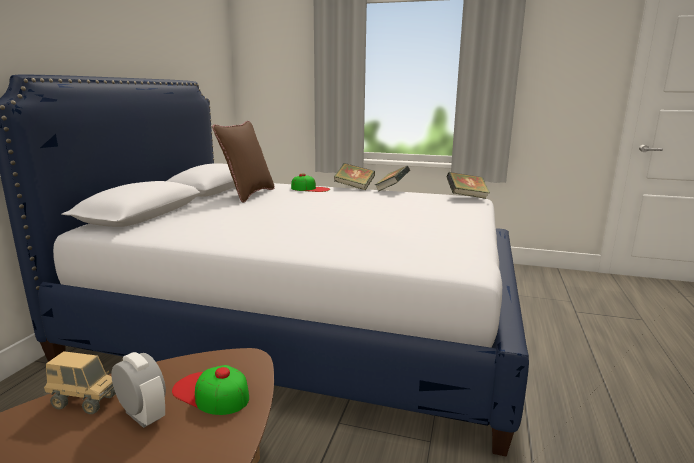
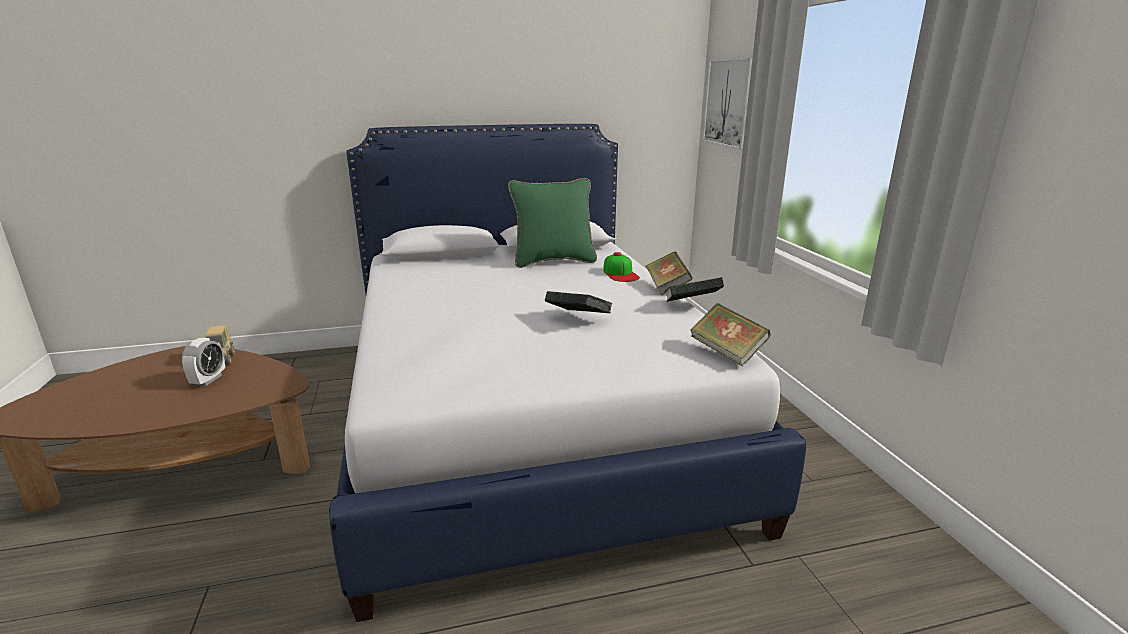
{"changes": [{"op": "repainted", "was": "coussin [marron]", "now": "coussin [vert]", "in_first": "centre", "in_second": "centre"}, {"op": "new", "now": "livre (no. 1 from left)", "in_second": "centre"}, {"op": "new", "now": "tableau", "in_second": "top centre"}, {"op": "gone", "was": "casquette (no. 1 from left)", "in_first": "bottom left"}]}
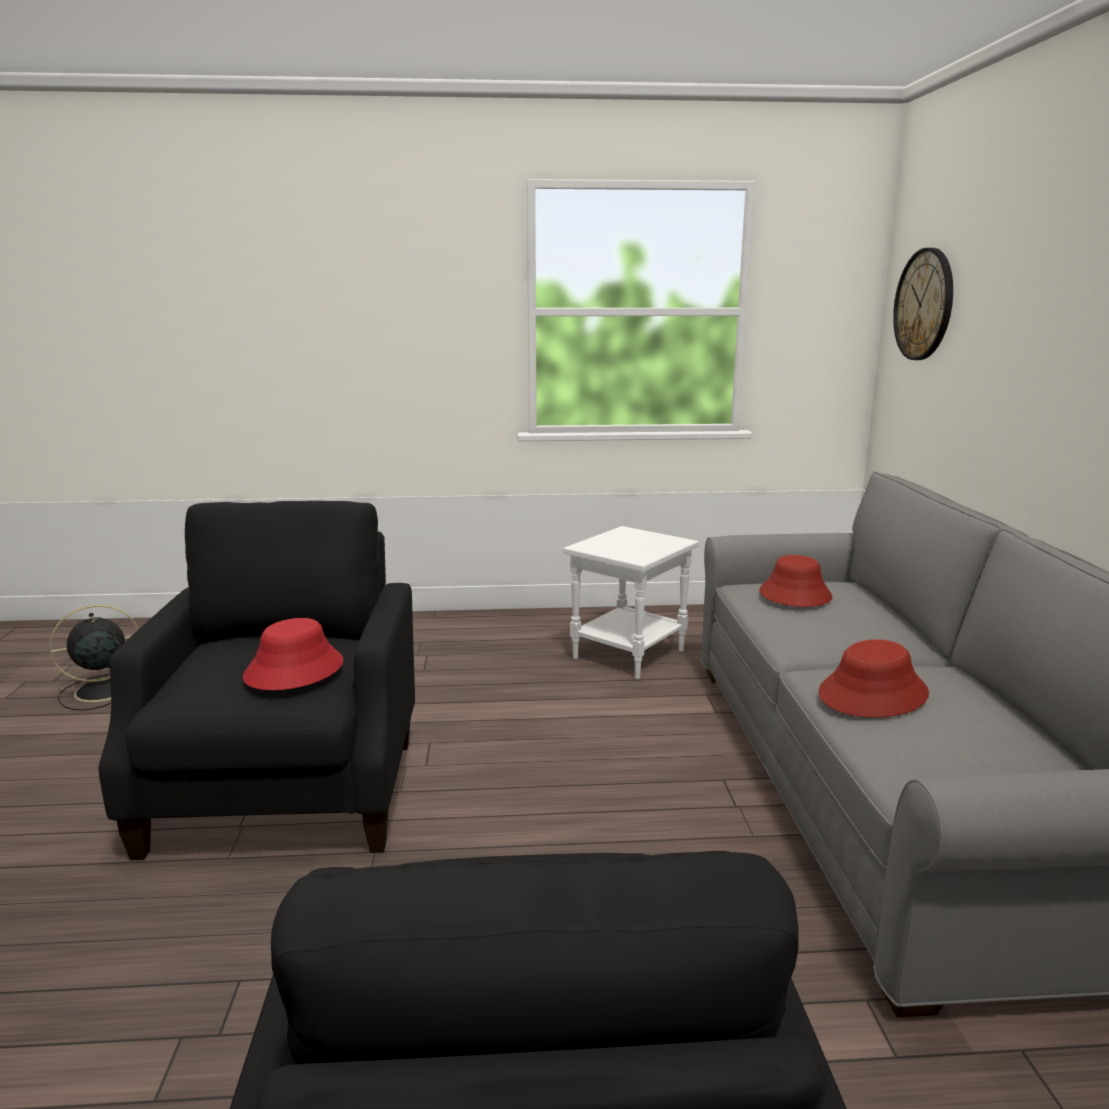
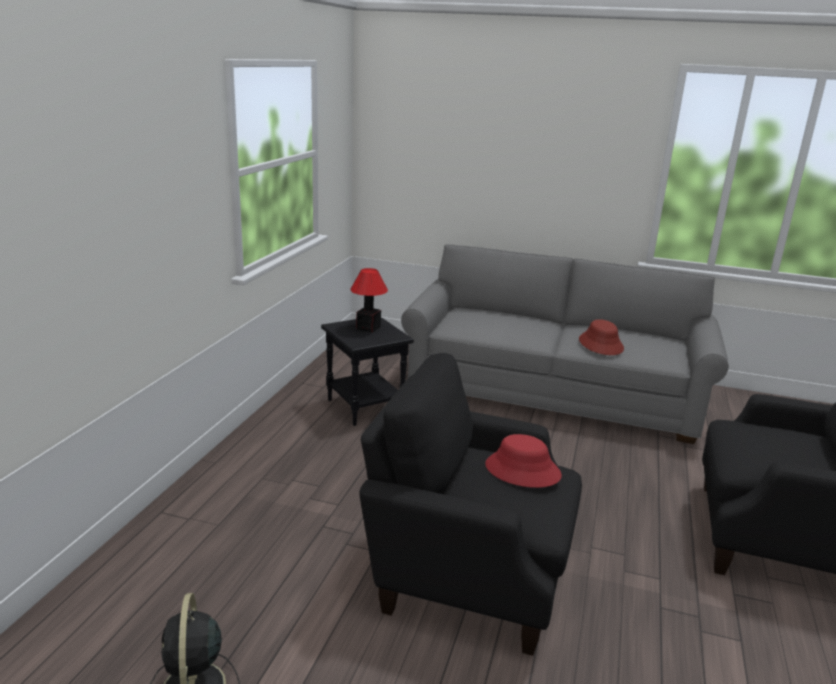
{"changes": [{"op": "repainted", "was": "table d'appoint [blanc]", "now": "table d'appoint [noir]", "in_first": "centre", "in_second": "centre"}, {"op": "new", "now": "lampe de table", "in_second": "centre"}, {"op": "gone", "was": "chapeau [rouge] (no. 2 from left)", "in_first": "middle right"}, {"op": "gone", "was": "horloge murale", "in_first": "top right"}]}
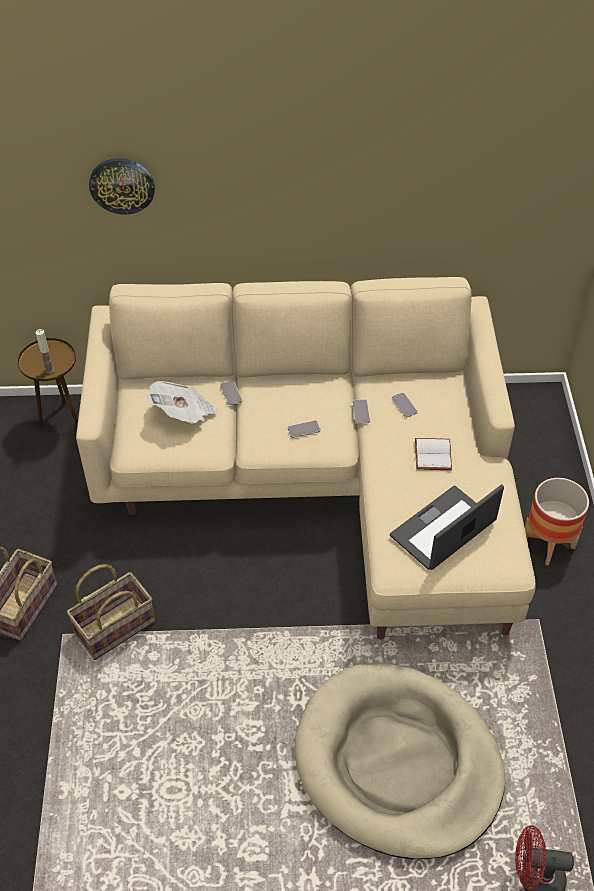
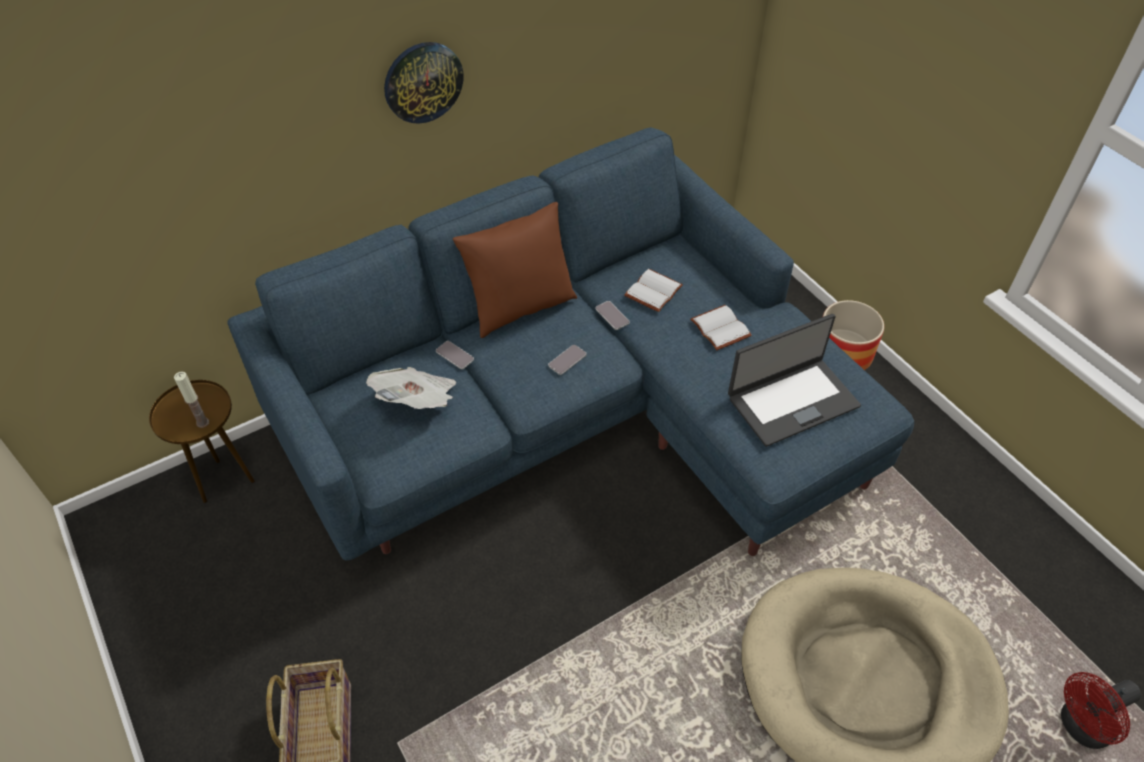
{"changes": [{"op": "repainted", "was": "canapé [beige]", "now": "canapé [bleu]", "in_first": "centre", "in_second": "centre"}, {"op": "shifted", "was": "horloge murale", "in_first": "top left", "in_second": "top centre"}, {"op": "new", "now": "coussin [marron]", "in_second": "centre"}, {"op": "swapped", "was": "téléphone (no. 4 from left)", "now": "livre [blanc] (no. 1 from left)", "in_first": "middle right", "in_second": "centre"}, {"op": "rotated", "was": "ordinateur portable", "in_first": "middle right", "in_second": "middle right", "clockwise": -135}, {"op": "gone", "was": "panier (no. 2 from left)", "in_first": "bottom left"}]}
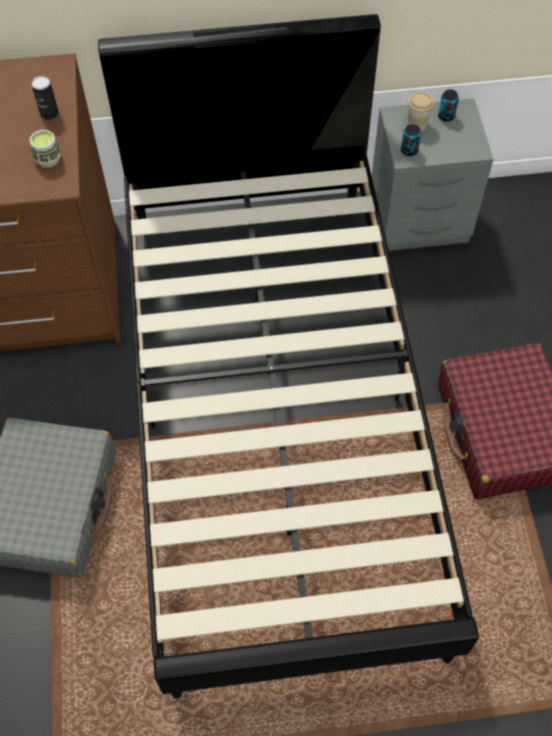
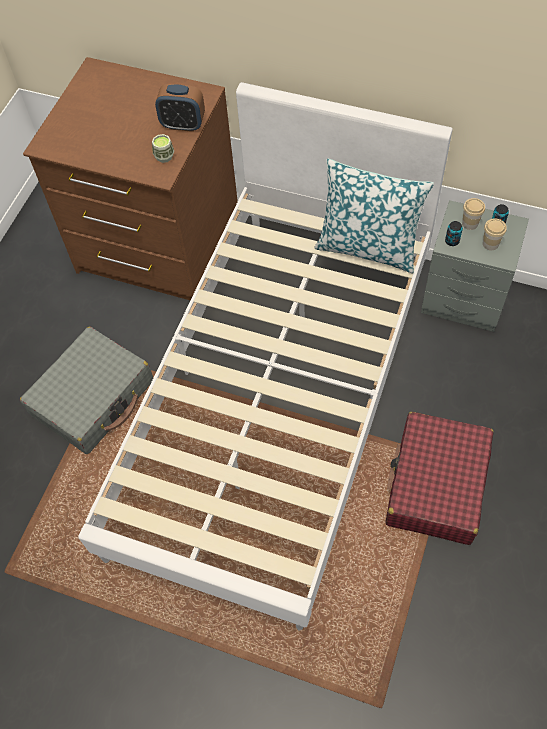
{"changes": [{"op": "repainted", "was": "lit [noir]", "now": "lit [blanc]", "in_first": "centre", "in_second": "centre"}, {"op": "swapped", "was": "boîte métallique (no. 1 from left)", "now": "réveil", "in_first": "top left", "in_second": "top left"}, {"op": "new", "now": "coussin", "in_second": "top right"}, {"op": "new", "now": "tasse (no. 3 from left)", "in_second": "top right"}]}
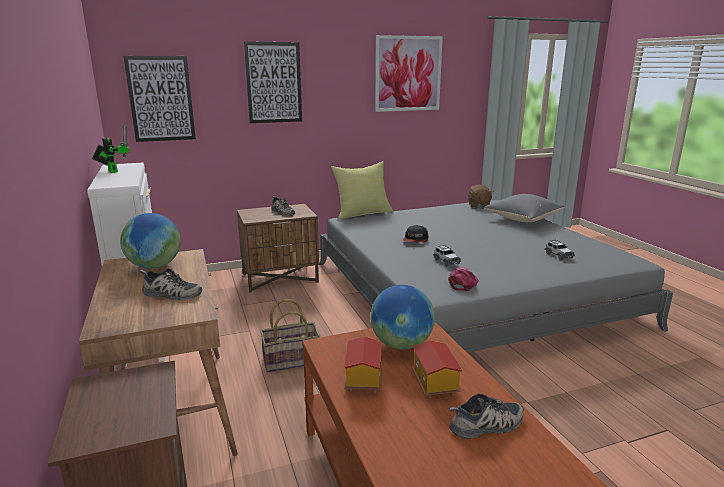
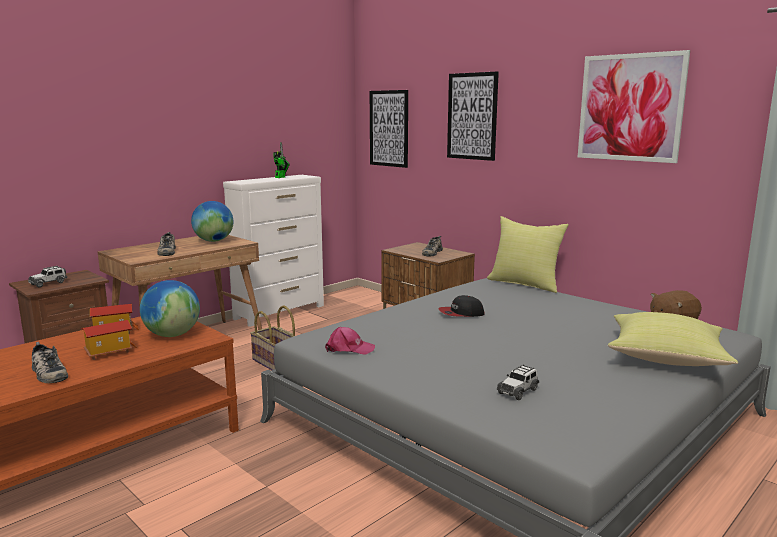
{"changes": [{"op": "shifted", "was": "petite voiture (no. 1 from left)", "in_first": "centre", "in_second": "middle left"}, {"op": "repainted", "was": "coussin [gris]", "now": "coussin [jaune] (no. 2 from left)", "in_first": "middle right", "in_second": "middle right"}]}
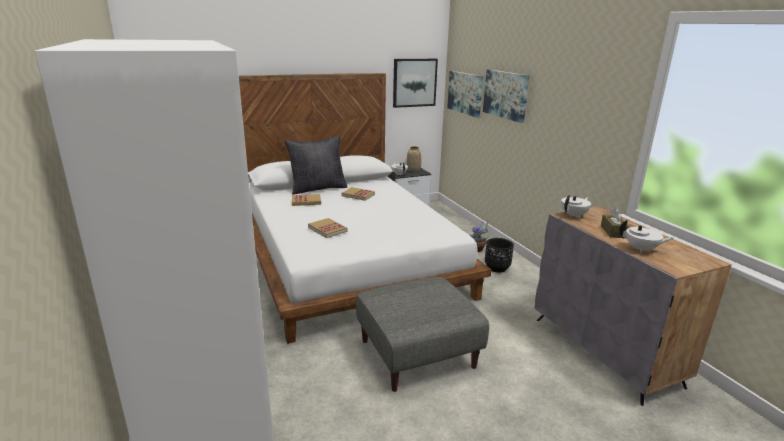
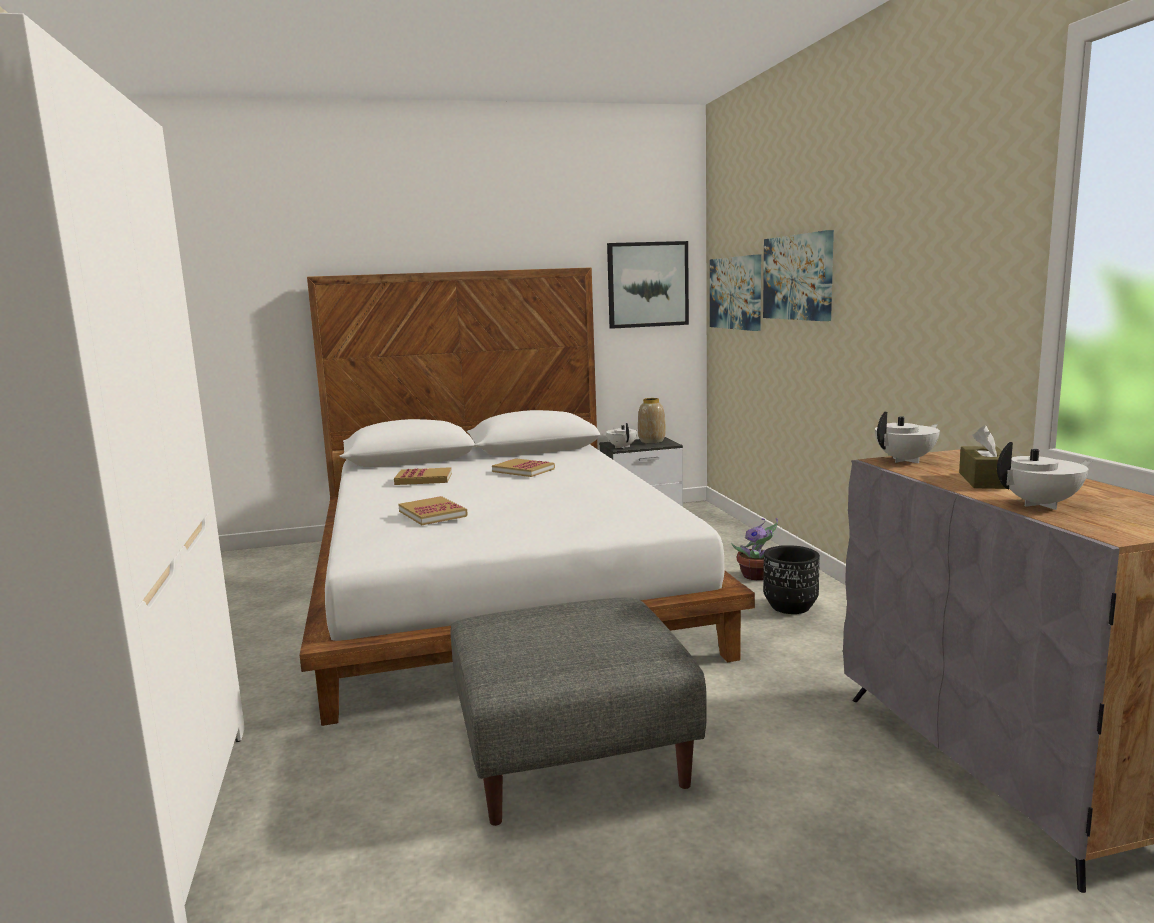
{"changes": [{"op": "rotated", "was": "théière [blanc] (no. 3 from left)", "in_first": "middle right", "in_second": "middle right", "clockwise": -45}, {"op": "gone", "was": "coussin [noir]", "in_first": "centre"}]}
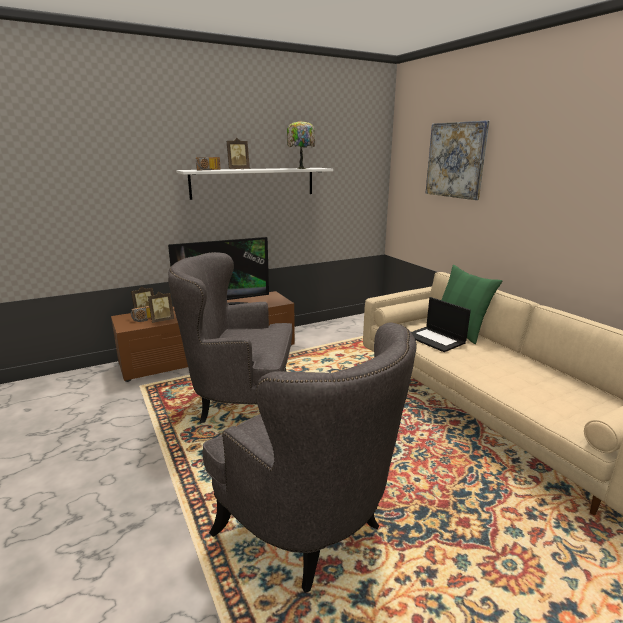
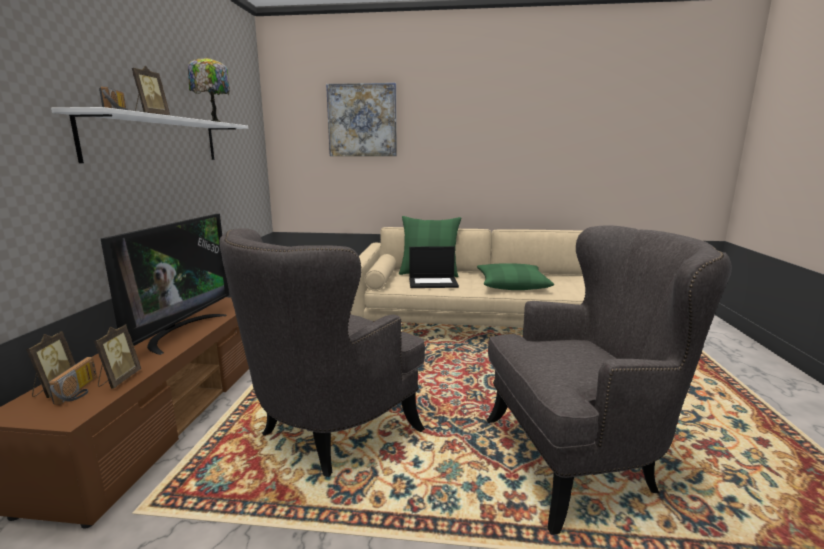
{"changes": [{"op": "new", "now": "coussin [vert] (no. 2 from left)", "in_second": "centre"}]}
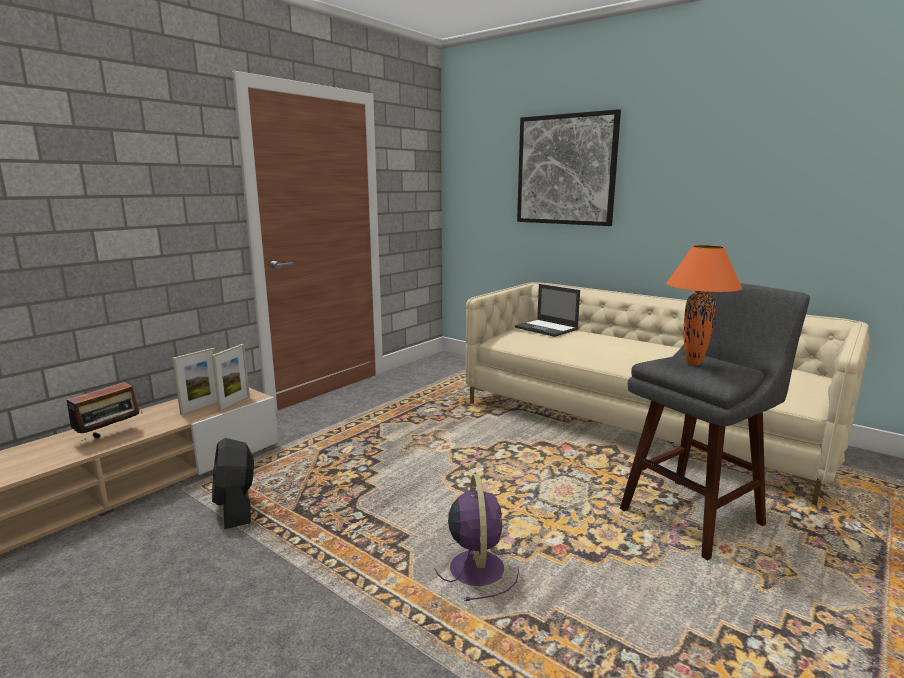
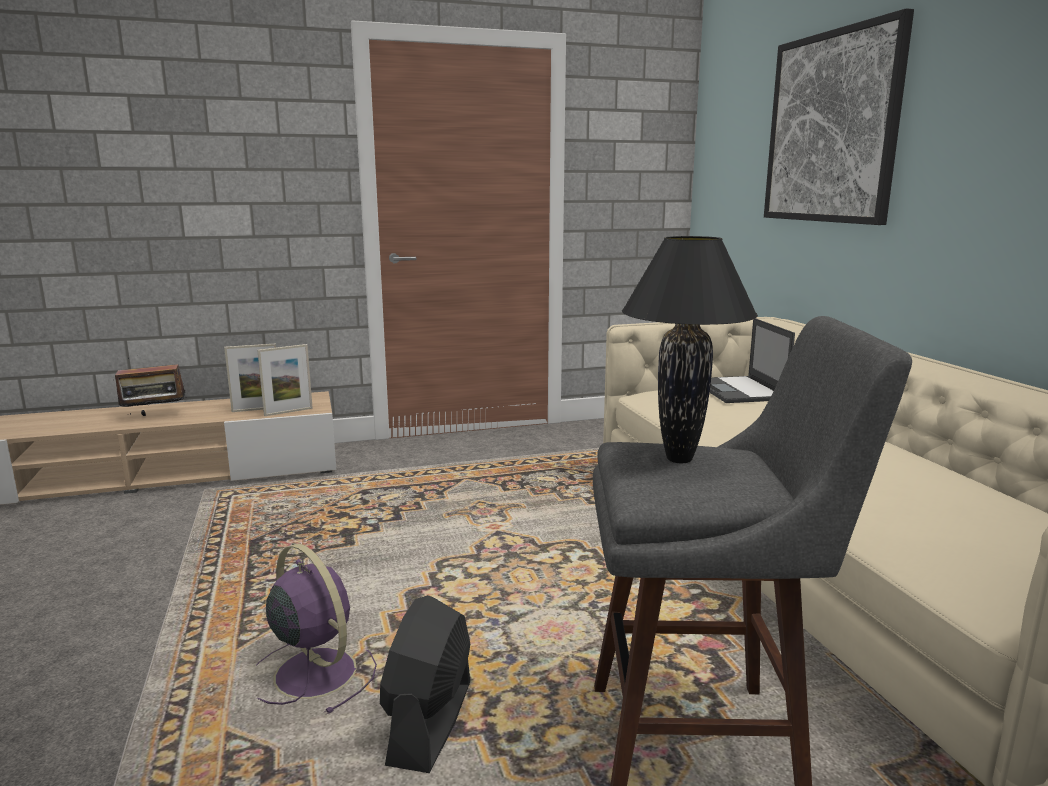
{"changes": [{"op": "rotated", "was": "ventilateur [violet]", "in_first": "bottom centre", "in_second": "bottom left", "clockwise": -75}, {"op": "shifted", "was": "ventilateur [noir]", "in_first": "bottom left", "in_second": "bottom centre"}, {"op": "repainted", "was": "lampe de table [orange]", "now": "lampe de table [noir]", "in_first": "middle right", "in_second": "centre"}]}
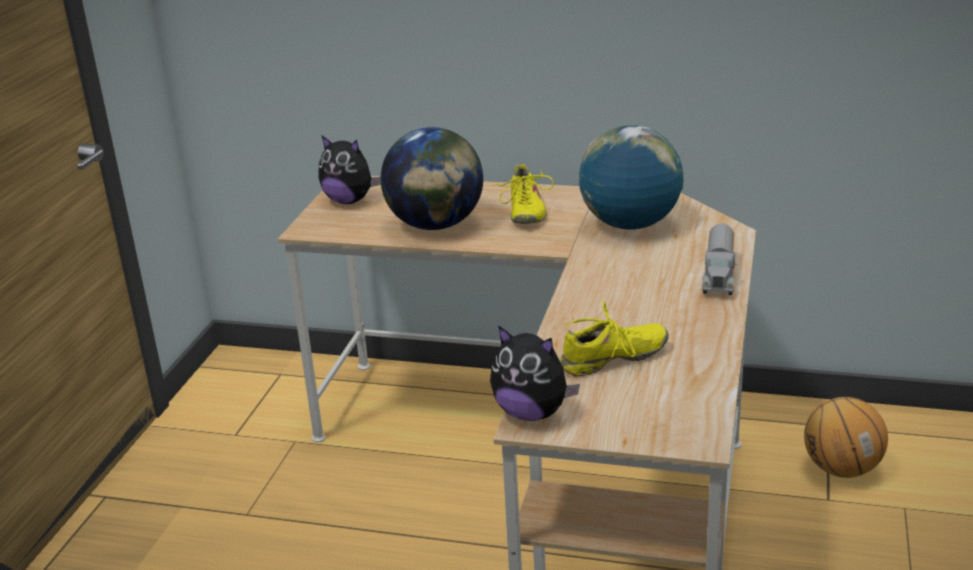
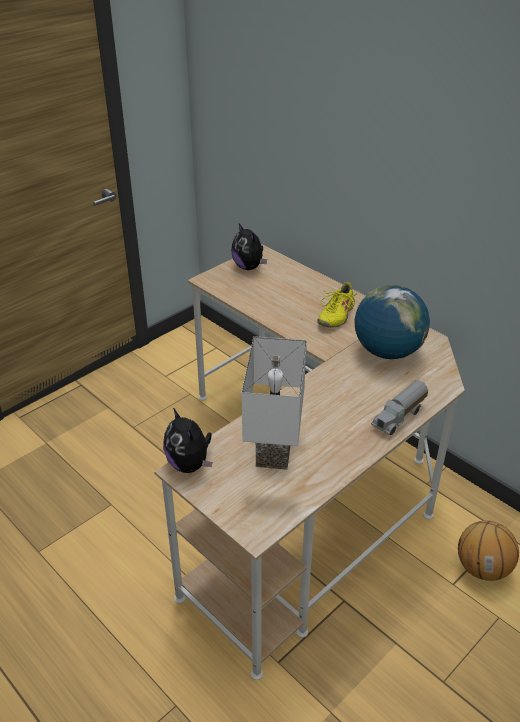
{"changes": [{"op": "swapped", "was": "chaussure [jaune] (no. 2 from left)", "now": "lampe de table [blanc]", "in_first": "centre", "in_second": "centre"}, {"op": "gone", "was": "globe (no. 1 from left)", "in_first": "top centre"}]}
